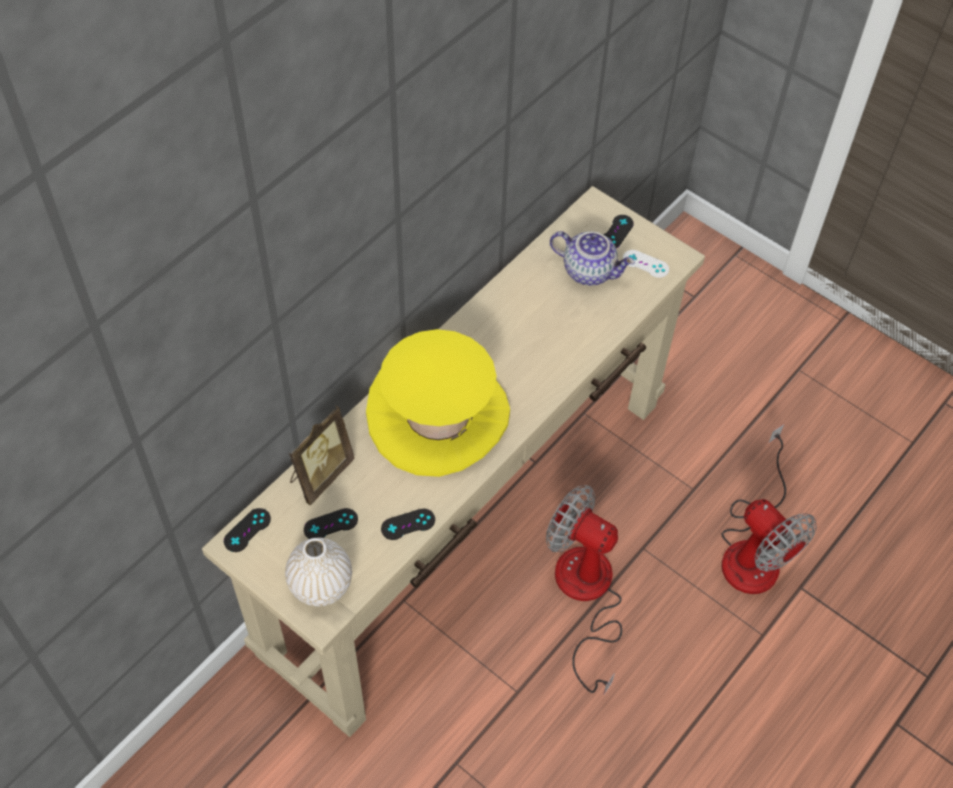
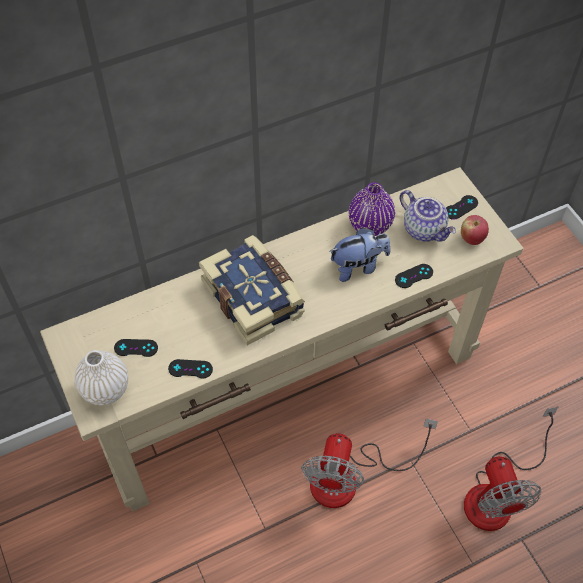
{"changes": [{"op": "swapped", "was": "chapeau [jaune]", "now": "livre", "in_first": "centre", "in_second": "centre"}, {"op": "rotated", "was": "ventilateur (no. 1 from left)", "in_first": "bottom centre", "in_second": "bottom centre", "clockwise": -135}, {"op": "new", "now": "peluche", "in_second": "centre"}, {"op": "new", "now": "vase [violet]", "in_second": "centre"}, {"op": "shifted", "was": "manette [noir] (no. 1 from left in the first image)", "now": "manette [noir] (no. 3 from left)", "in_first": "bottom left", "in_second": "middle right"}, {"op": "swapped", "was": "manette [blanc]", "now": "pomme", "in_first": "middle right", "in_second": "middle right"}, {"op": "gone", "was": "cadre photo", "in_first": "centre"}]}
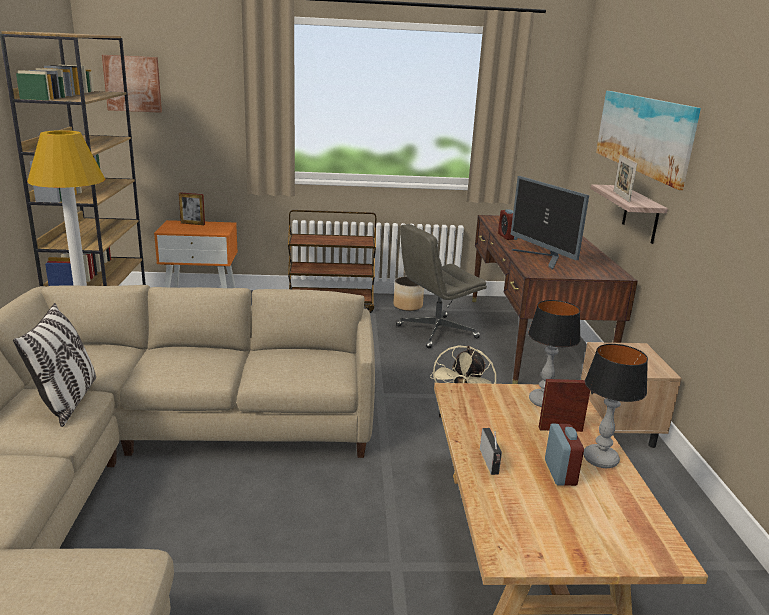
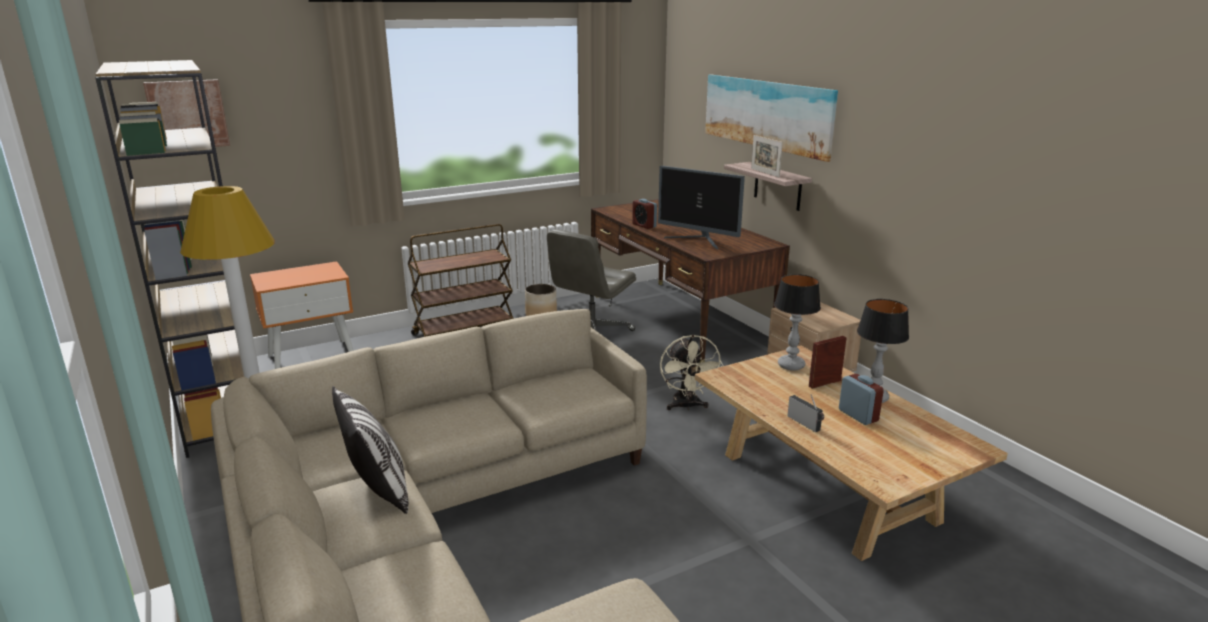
{"changes": [{"op": "gone", "was": "cadre photo (no. 1 from left)", "in_first": "middle left"}]}
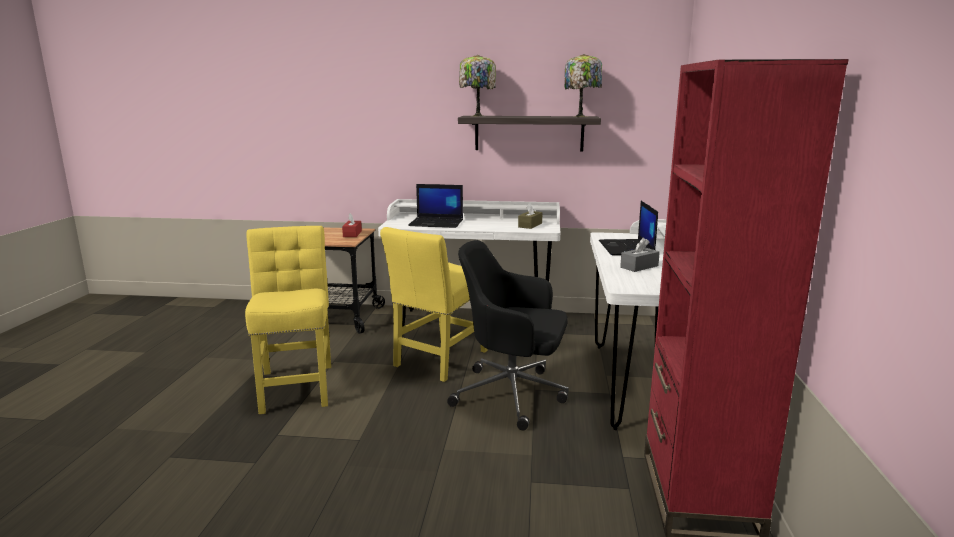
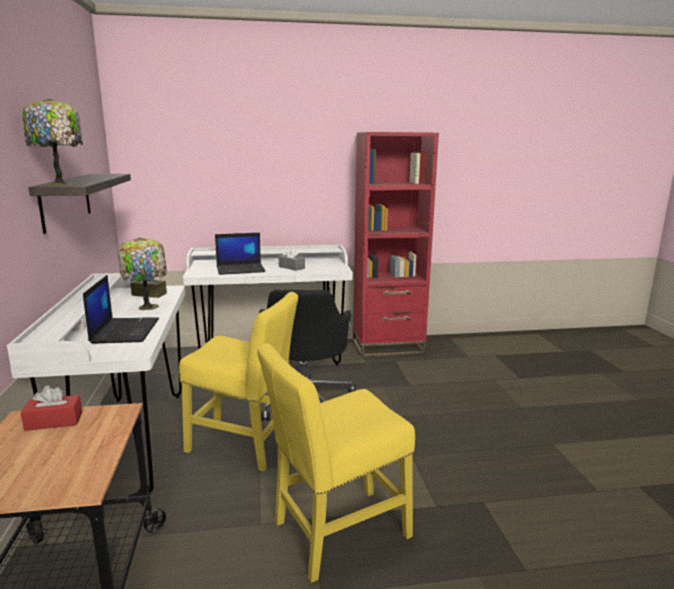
{"changes": [{"op": "shifted", "was": "lampe de table (no. 2 from left)", "in_first": "top centre", "in_second": "middle left"}]}
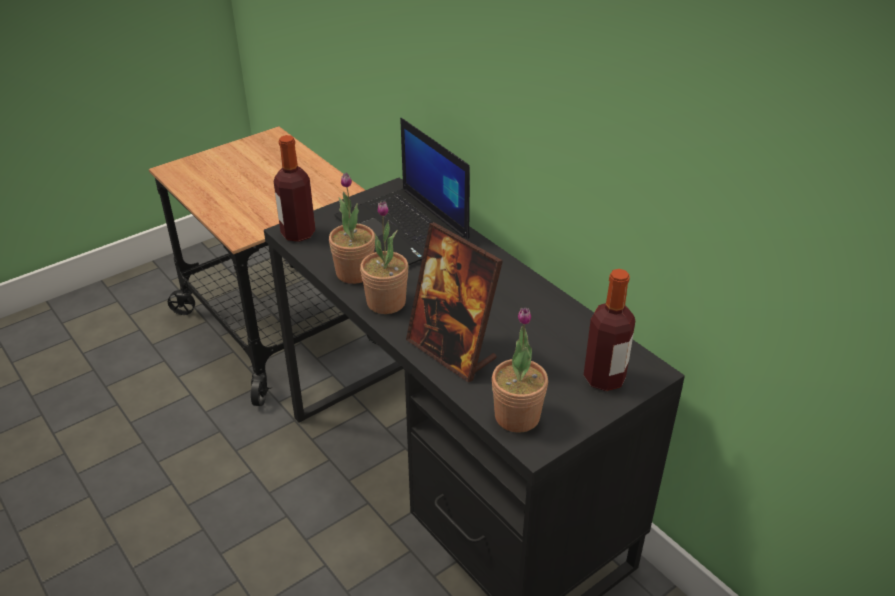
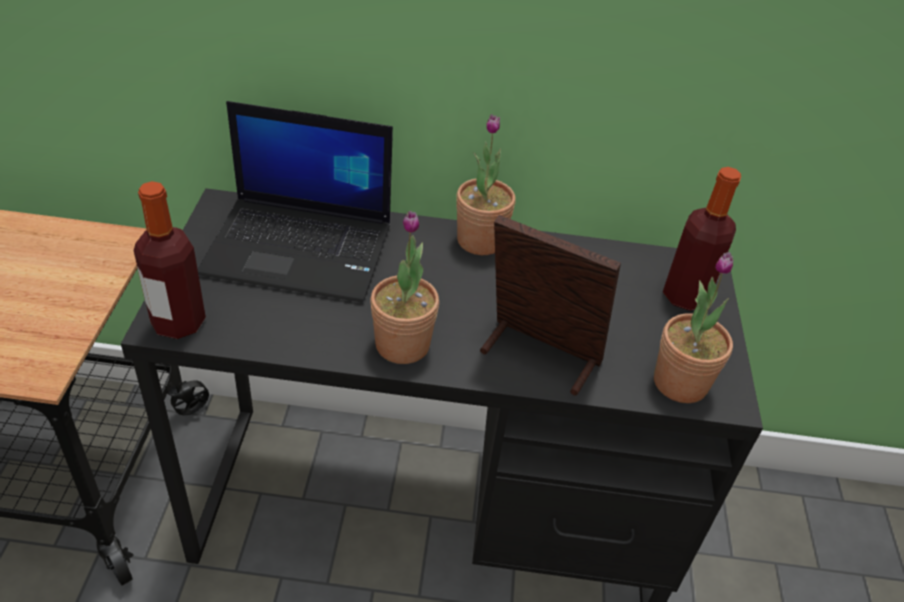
{"changes": [{"op": "shifted", "was": "plante en pot (no. 1 from left in the first image)", "now": "plante en pot (no. 2 from left)", "in_first": "centre", "in_second": "top centre"}, {"op": "rotated", "was": "cadre photo", "in_first": "centre", "in_second": "centre", "clockwise": -150}]}
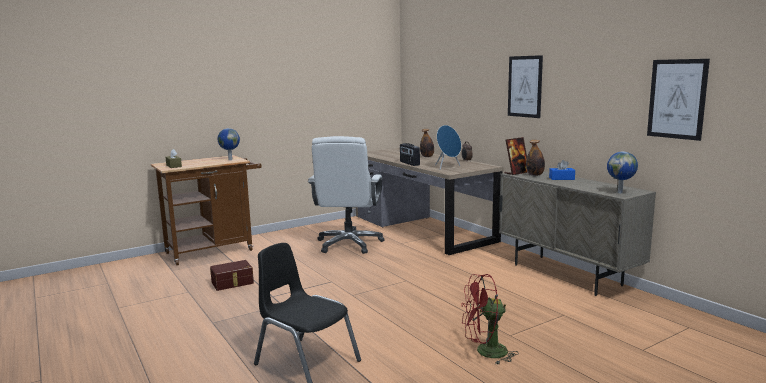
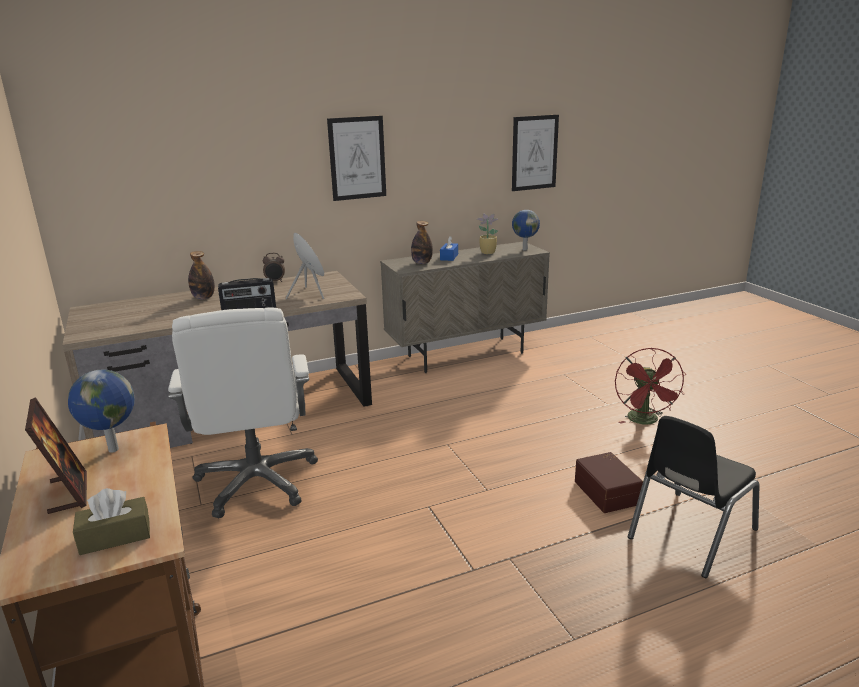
{"changes": [{"op": "shifted", "was": "cadre photo", "in_first": "middle right", "in_second": "middle left"}, {"op": "rotated", "was": "chaise de bureau [blanc]", "in_first": "centre", "in_second": "middle left", "clockwise": 60}, {"op": "new", "now": "plante en pot", "in_second": "centre"}, {"op": "shifted", "was": "boîte de rangement [marron]", "in_first": "bottom left", "in_second": "bottom right"}]}
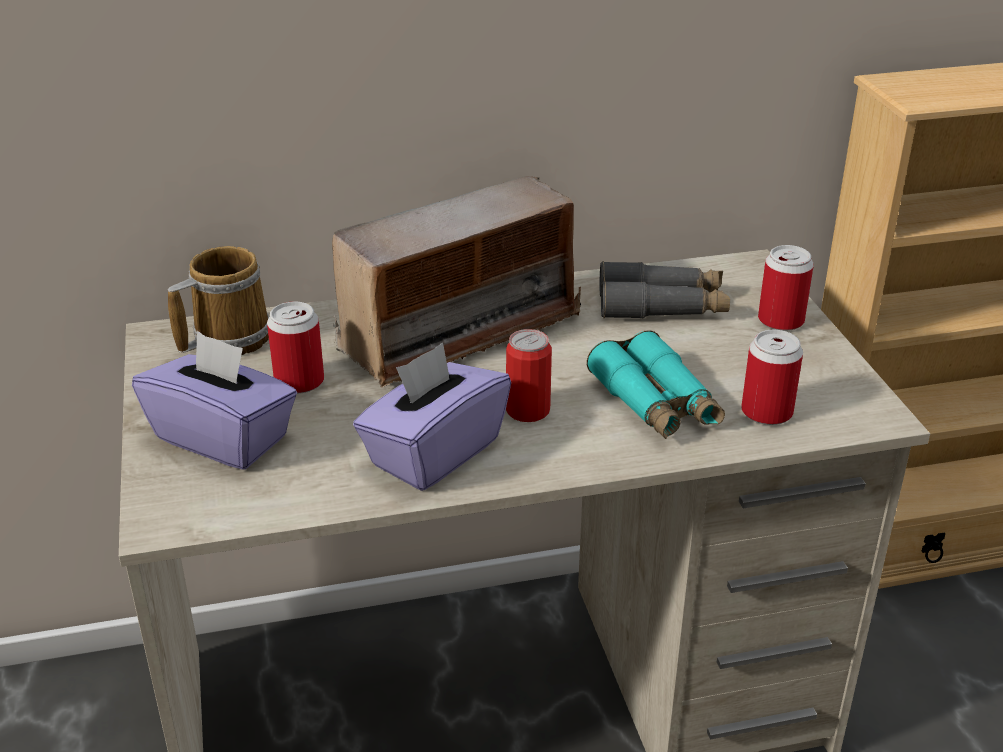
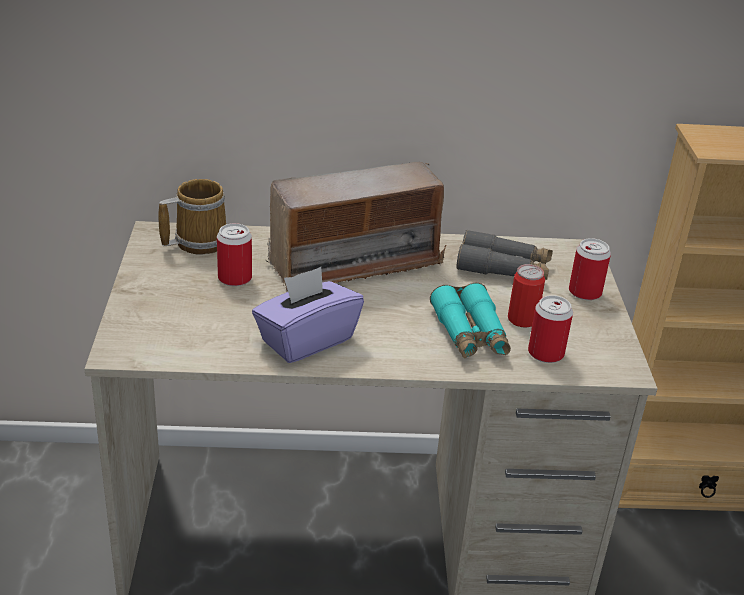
{"changes": [{"op": "shifted", "was": "boîte métallique (no. 2 from left)", "in_first": "centre", "in_second": "middle right"}, {"op": "gone", "was": "boîte à mouchoirs [violet] (no. 1 from left)", "in_first": "middle left"}]}
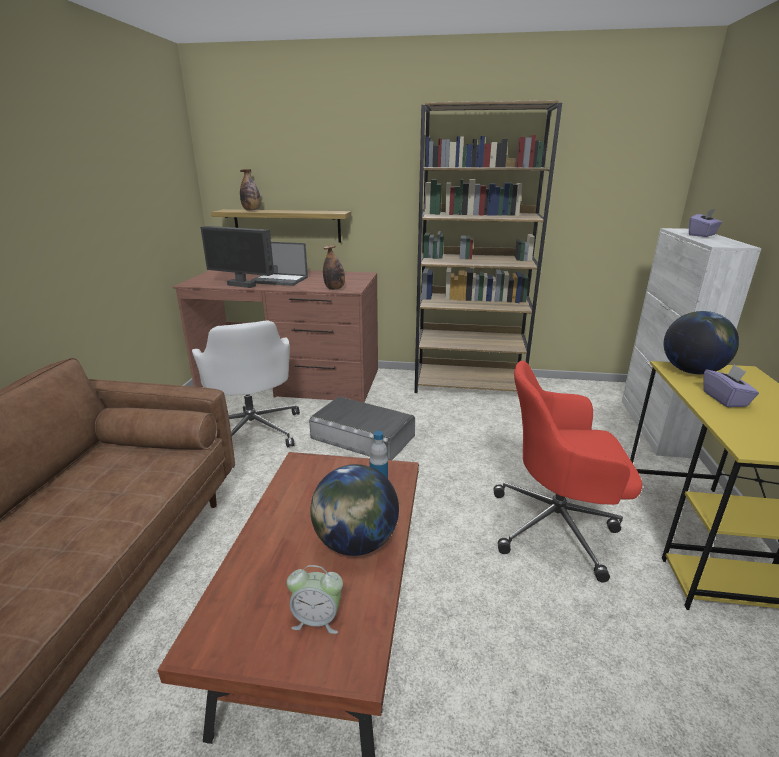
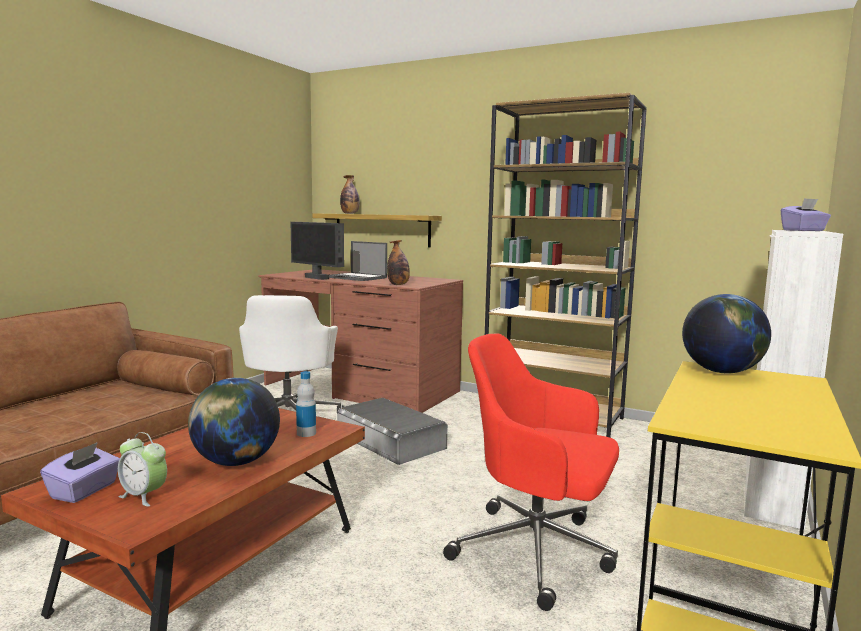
{"changes": [{"op": "shifted", "was": "boîte à mouchoirs [violet] (no. 2 from left in the first image)", "now": "boîte à mouchoirs [violet] (no. 1 from left)", "in_first": "middle right", "in_second": "bottom left"}]}
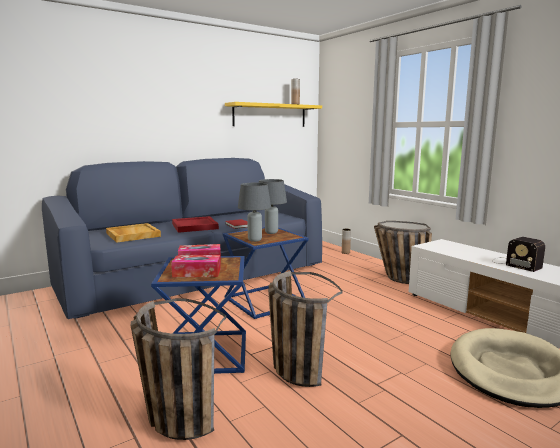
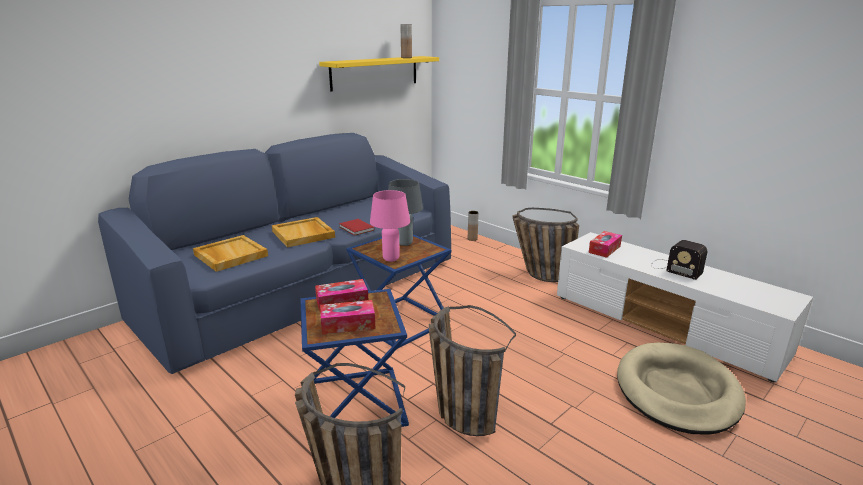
{"changes": [{"op": "repainted", "was": "plateau [rouge]", "now": "plateau [beige] (no. 2 from left)", "in_first": "centre", "in_second": "centre"}, {"op": "repainted", "was": "lampe de table [gris] (no. 1 from left)", "now": "lampe de table [rose]", "in_first": "centre", "in_second": "centre"}, {"op": "new", "now": "boîte à mouchoirs (no. 3 from left)", "in_second": "middle right"}]}
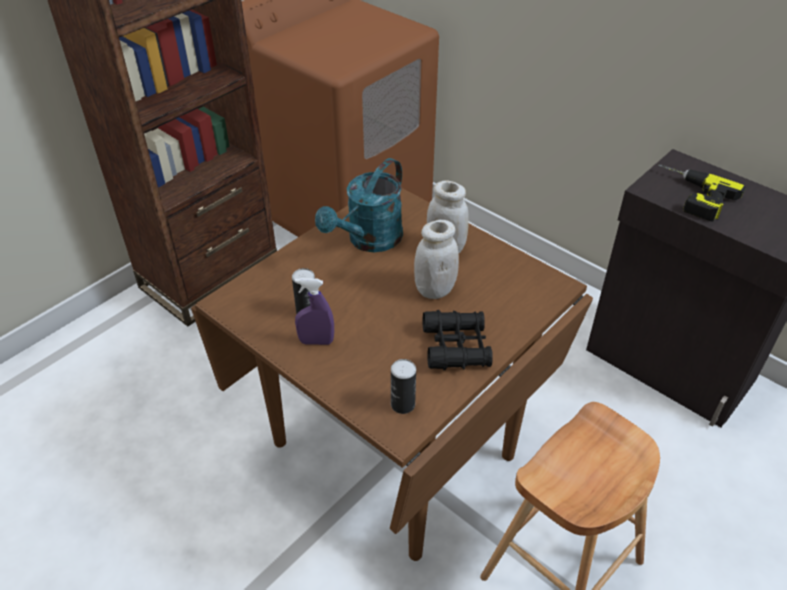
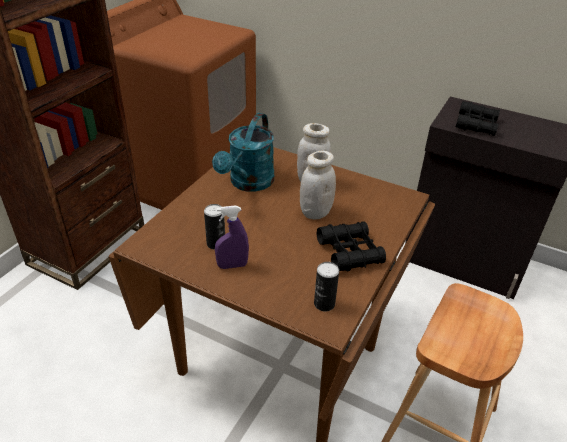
{"changes": [{"op": "swapped", "was": "perceuse", "now": "jumelles [noir] (no. 2 from left)", "in_first": "top right", "in_second": "top right"}]}
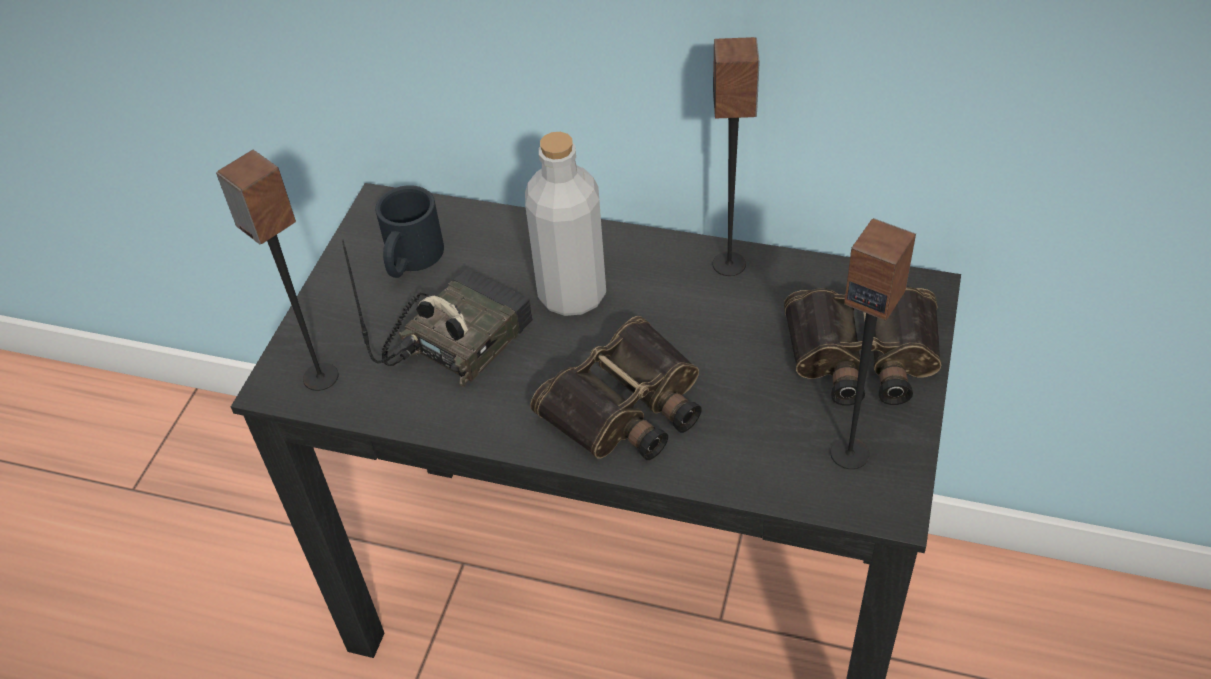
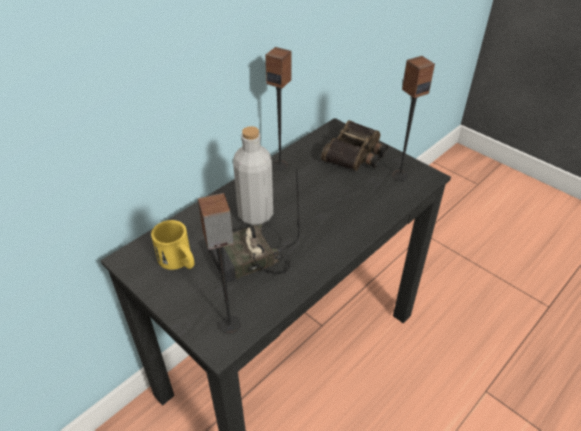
{"changes": [{"op": "repainted", "was": "mug [noir]", "now": "mug [jaune]", "in_first": "centre", "in_second": "middle left"}, {"op": "rotated", "was": "radio", "in_first": "centre", "in_second": "centre", "clockwise": -90}, {"op": "gone", "was": "jumelles (no. 1 from left)", "in_first": "centre"}]}
